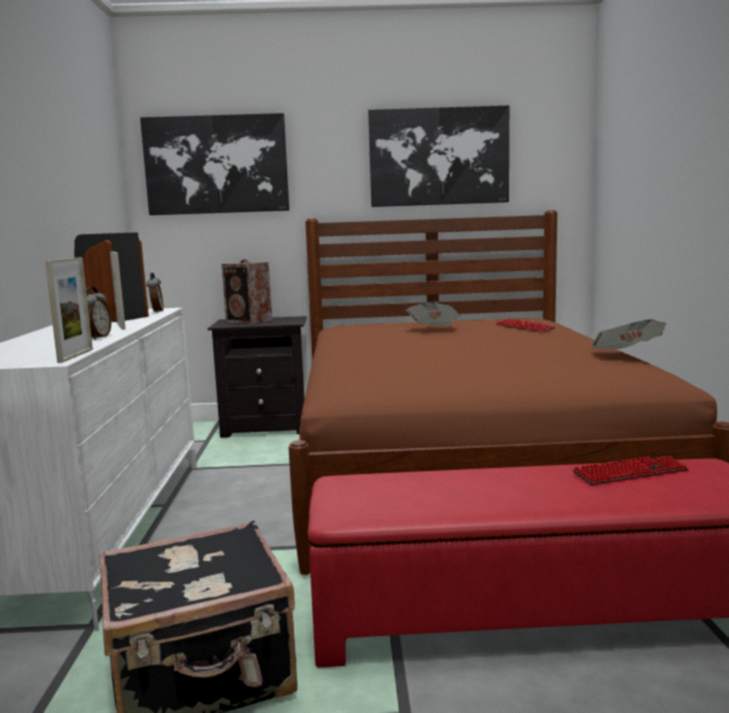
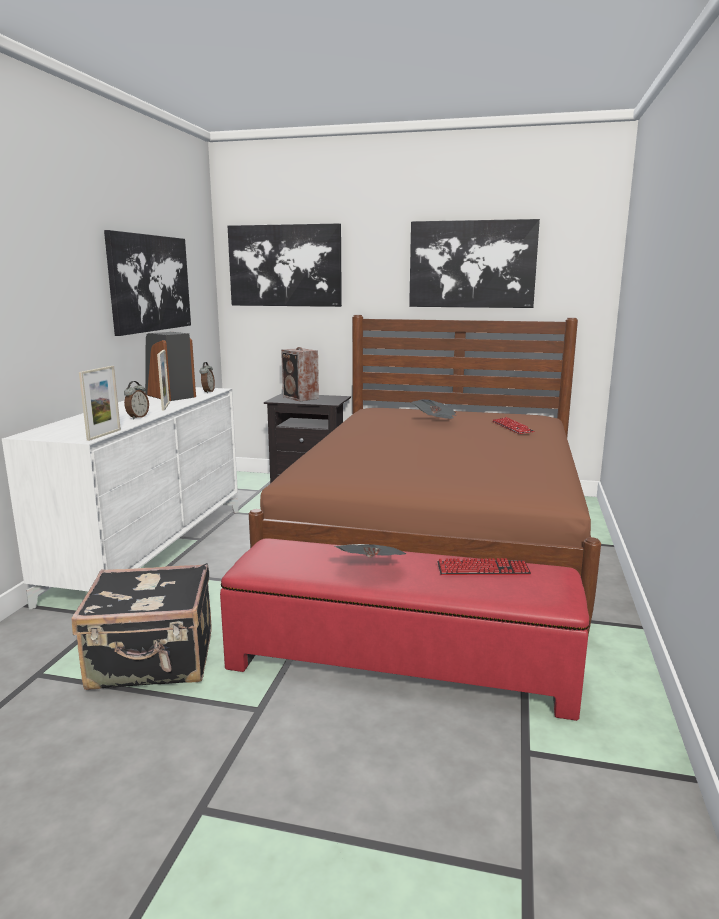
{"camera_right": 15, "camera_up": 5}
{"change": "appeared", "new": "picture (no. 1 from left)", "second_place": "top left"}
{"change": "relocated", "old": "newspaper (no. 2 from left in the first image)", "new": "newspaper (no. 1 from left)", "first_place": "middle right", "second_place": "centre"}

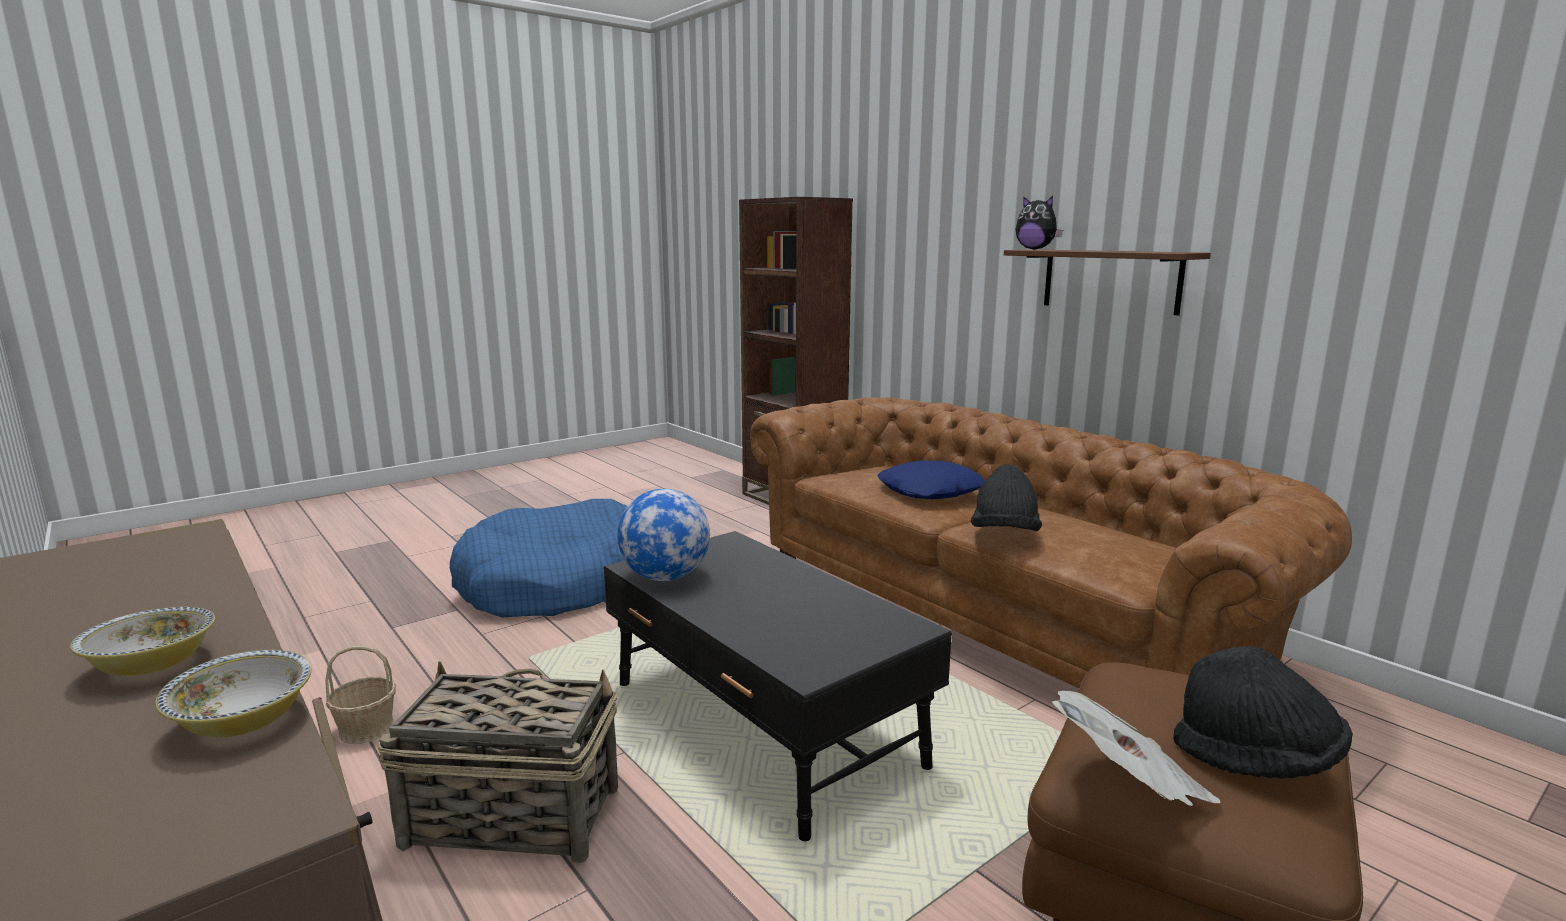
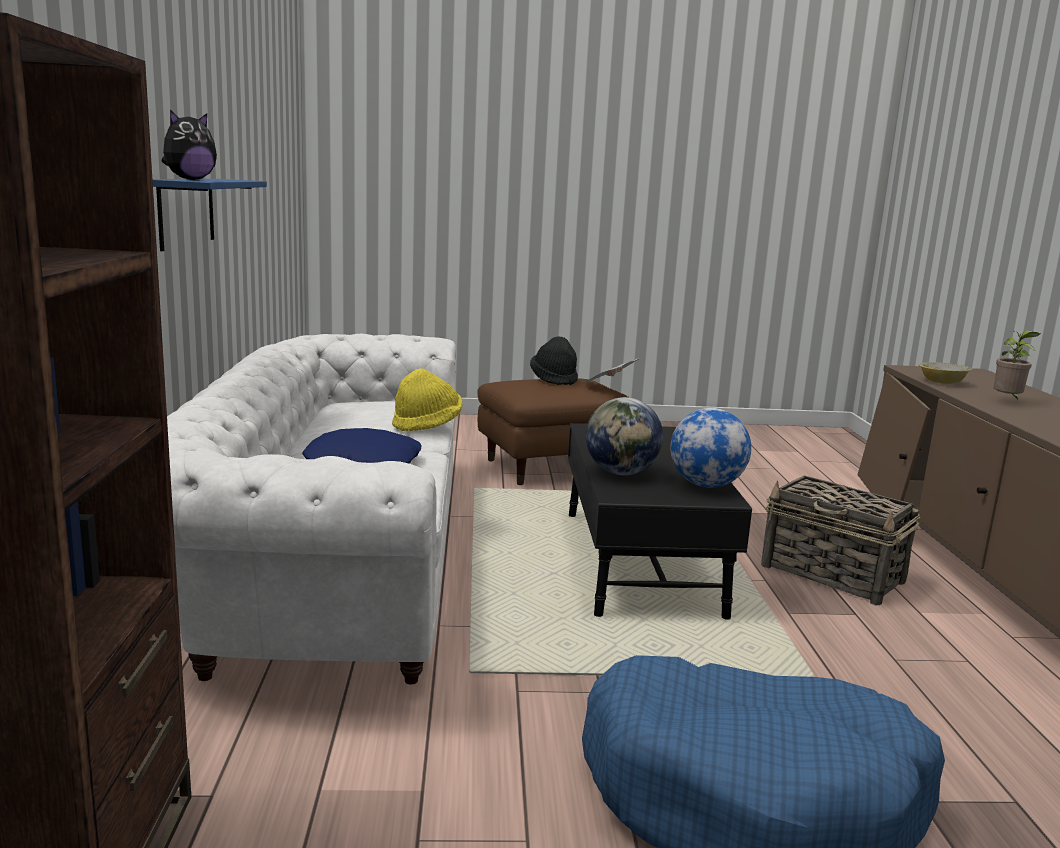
{"camera_right": -145, "camera_up": 0}
{"change": "colour", "old": "shelf/brown", "new": "shelf/blue", "first_place": "top right", "second_place": "top left"}
{"change": "spun", "old": "plush toy", "first_place": "top centre", "second_place": "top left", "degrees": 60}
{"change": "colour", "old": "sofa/brown", "new": "sofa/white", "first_place": "middle right", "second_place": "middle left"}
{"change": "colour", "old": "hat/black (no. 1 from left)", "new": "hat/yellow", "first_place": "centre", "second_place": "centre"}
{"change": "appeared", "new": "globe (no. 1 from left)", "second_place": "centre"}
{"change": "exchanged", "old": "bowl (no. 1 from left)", "new": "potted plant", "first_place": "bottom left", "second_place": "middle right"}
{"change": "missing", "old": "basket (no. 1 from left)", "first_place": "bottom left"}

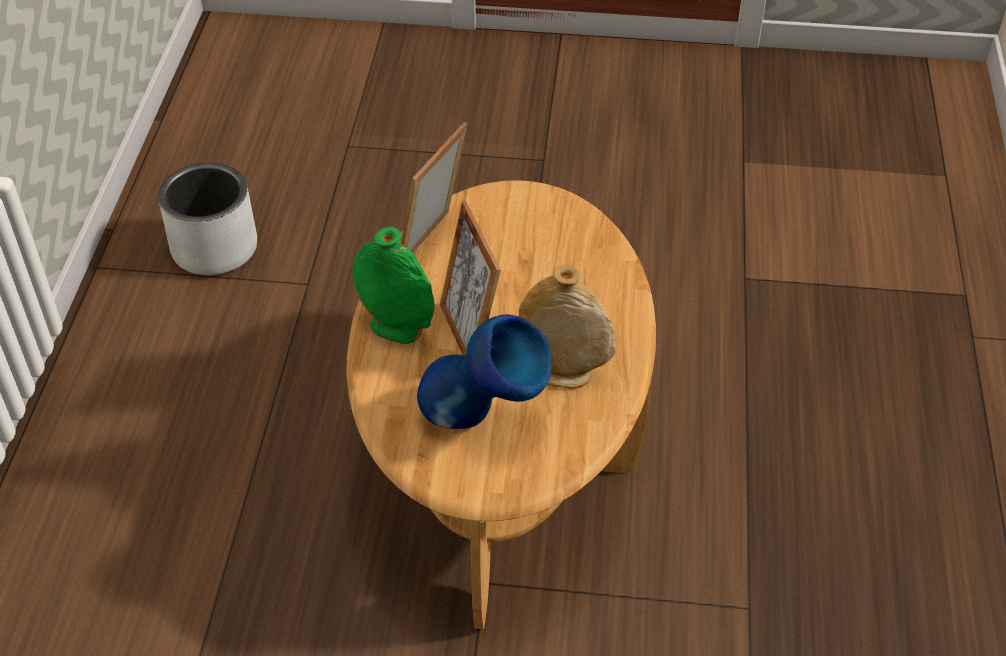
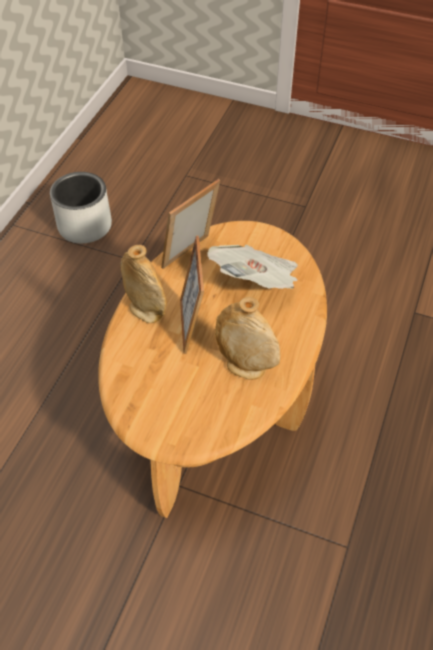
{"camera_right": 15, "camera_up": 5}
{"change": "colour", "old": "vase/green", "new": "vase/beige (no. 1 from left)", "first_place": "centre", "second_place": "middle left"}
{"change": "appeared", "new": "newspaper", "second_place": "centre"}
{"change": "missing", "old": "vase/blue", "first_place": "centre"}

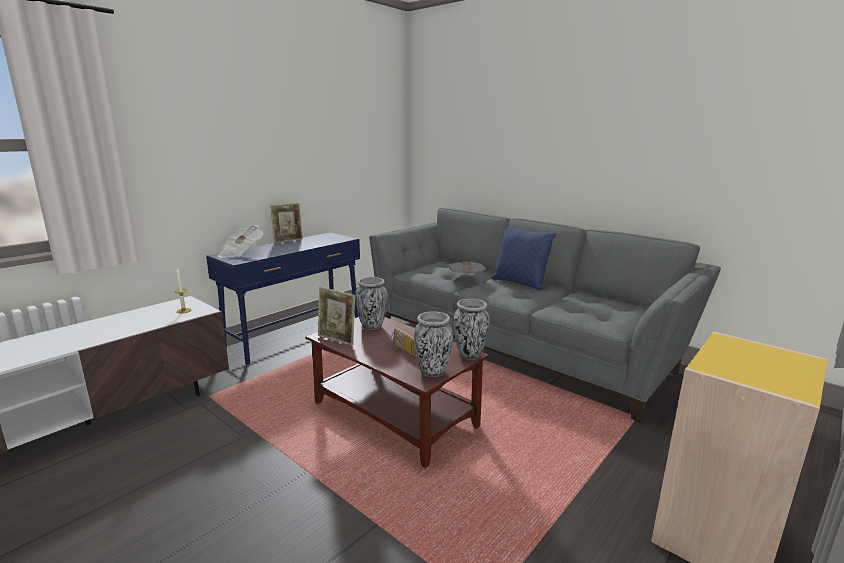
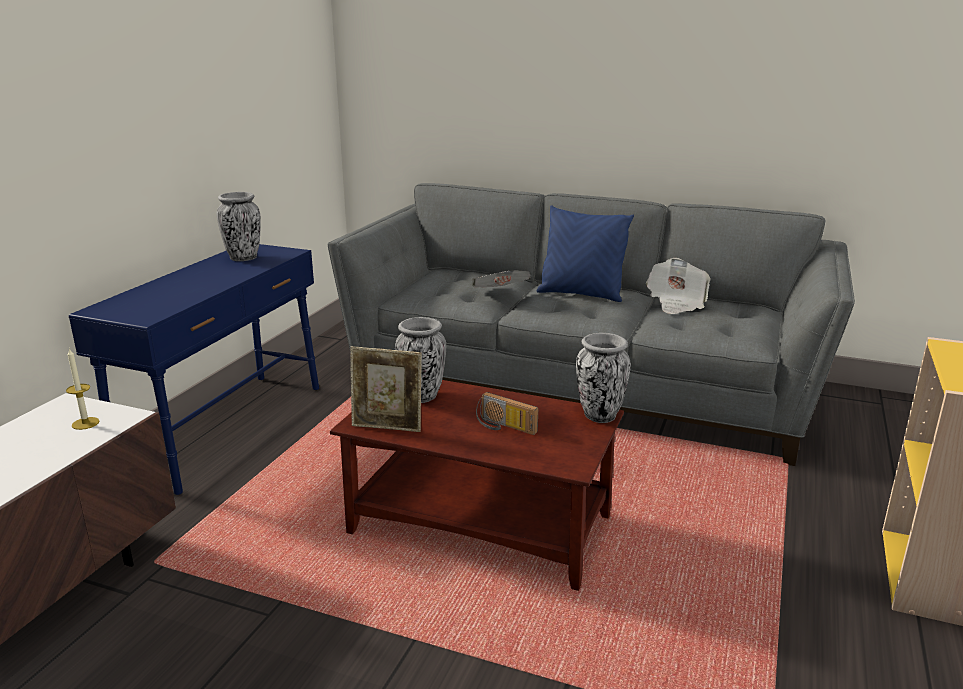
{"camera_right": -20, "camera_up": 5}
{"change": "relocated", "old": "vase (no. 2 from left in the first image)", "new": "vase (no. 1 from left)", "first_place": "centre", "second_place": "top left"}
{"change": "relocated", "old": "newspaper (no. 1 from left in the first image)", "new": "newspaper (no. 2 from left)", "first_place": "middle left", "second_place": "middle right"}
{"change": "missing", "old": "picture frame (no. 1 from left)", "first_place": "centre"}

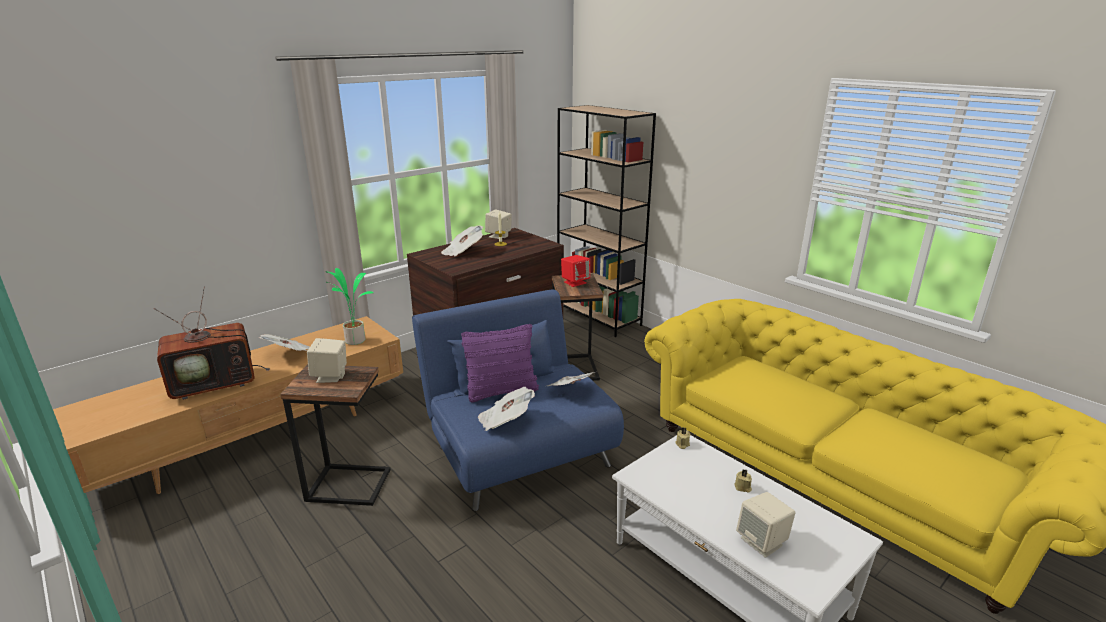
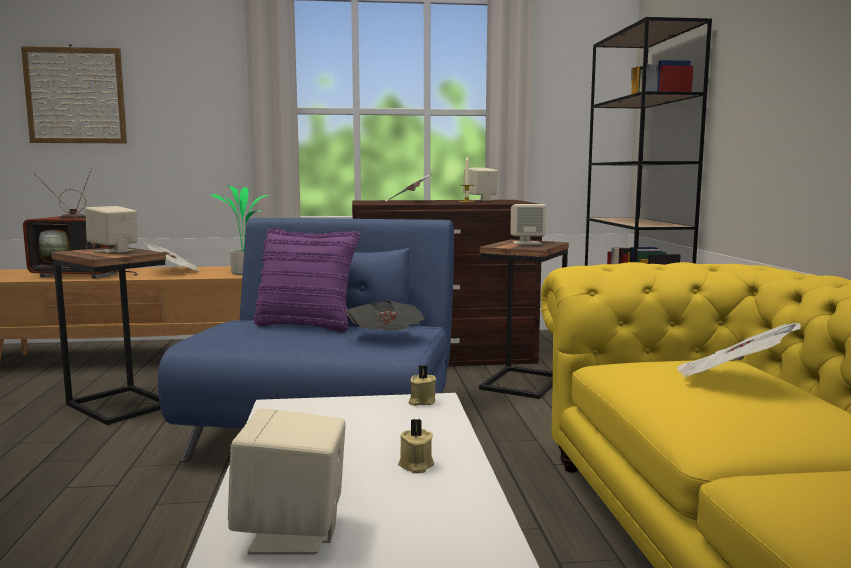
{"camera_right": 35, "camera_up": -15}
{"change": "appeared", "new": "picture", "second_place": "top left"}
{"change": "colour", "old": "speaker/red", "new": "speaker/beige (no. 4 from left)", "first_place": "centre", "second_place": "centre"}
{"change": "relocated", "old": "newspaper (no. 3 from left in the first image)", "new": "newspaper (no. 4 from left)", "first_place": "centre", "second_place": "middle right"}

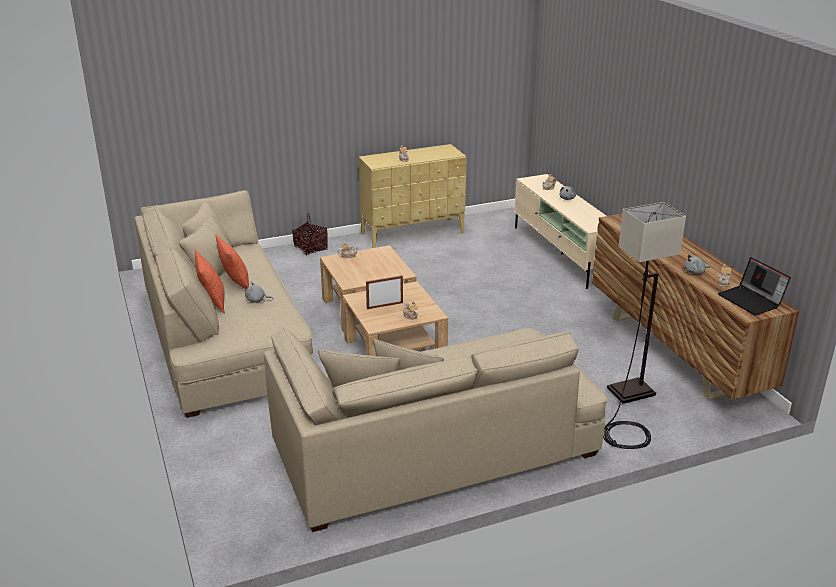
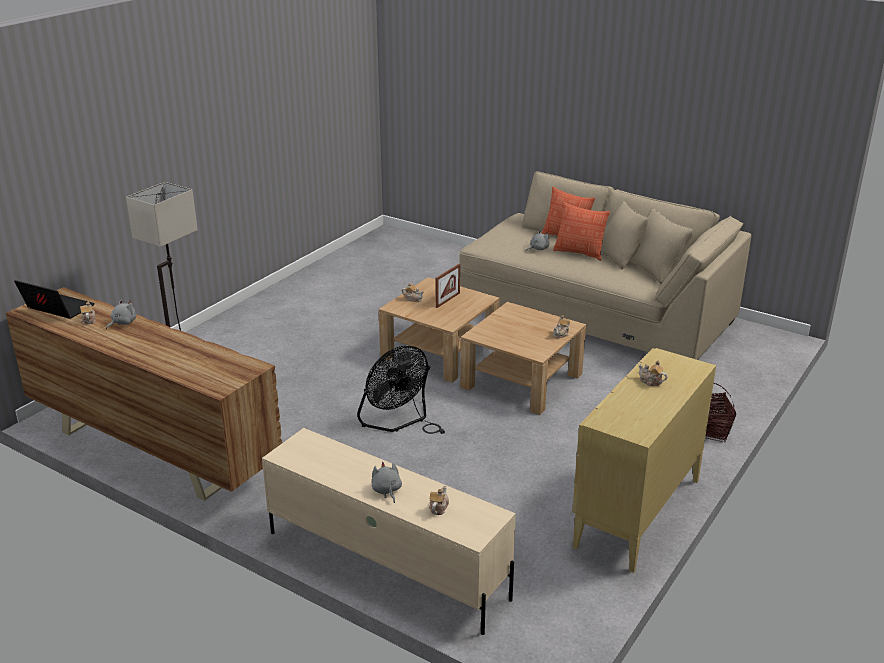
{"camera_right": 145, "camera_up": 0}
{"change": "appeared", "new": "fan/black", "second_place": "centre"}
{"change": "missing", "old": "sofa/beige (no. 2 from left)", "first_place": "bottom centre"}

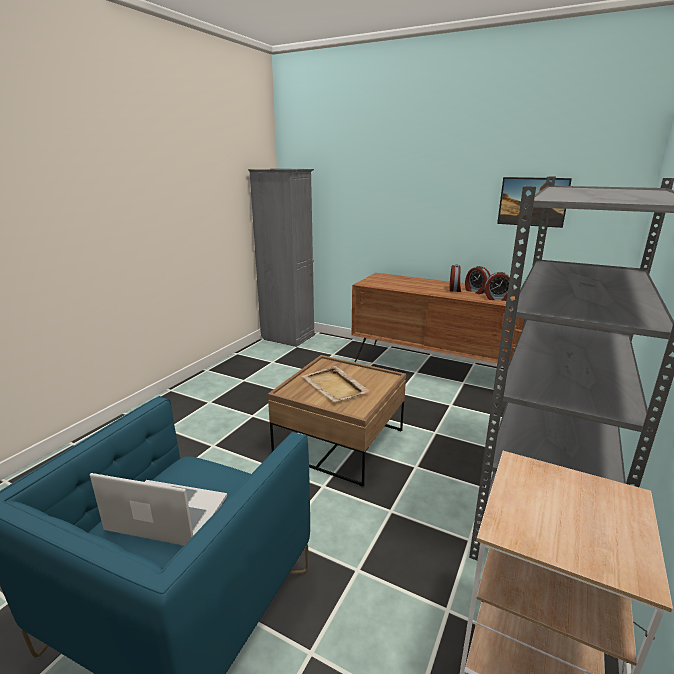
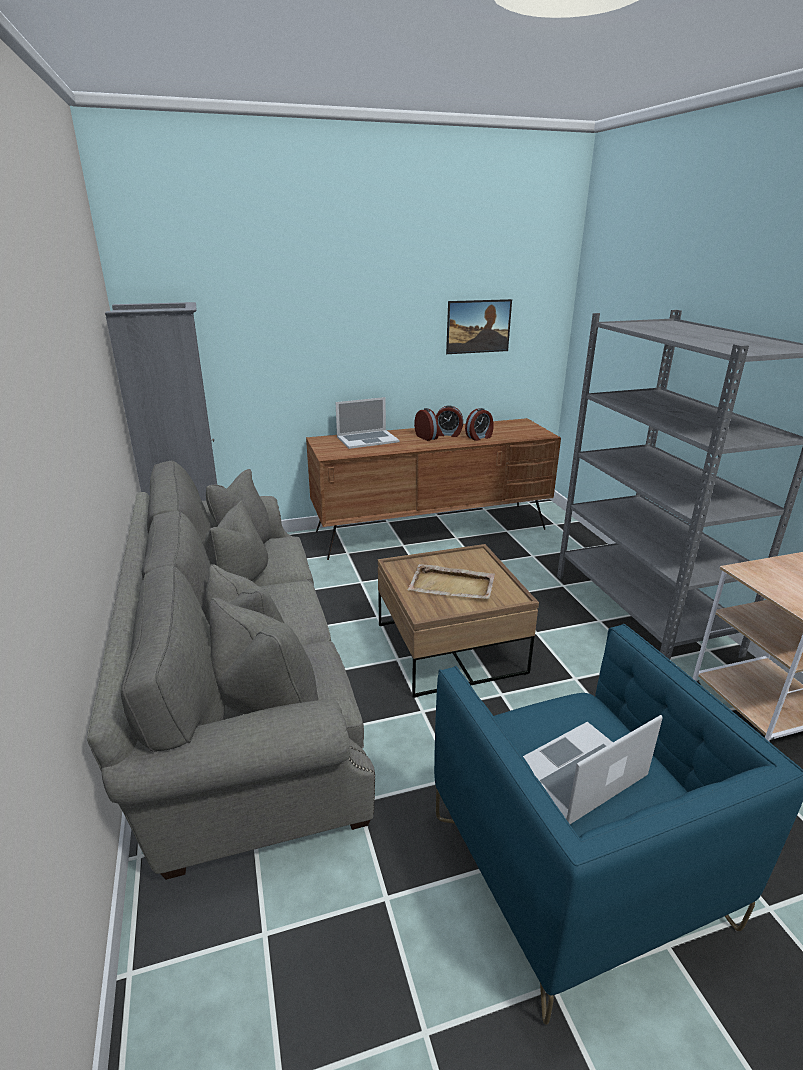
{"camera_right": -45, "camera_up": 5}
{"change": "appeared", "new": "sofa/grey", "second_place": "middle left"}
{"change": "appeared", "new": "laptop (no. 1 from left)", "second_place": "centre"}

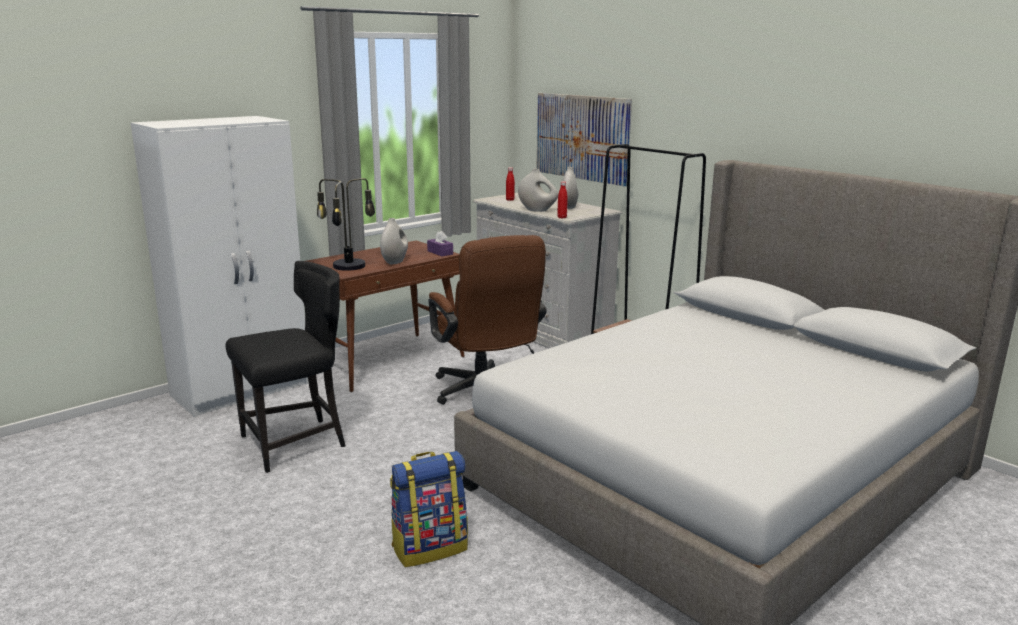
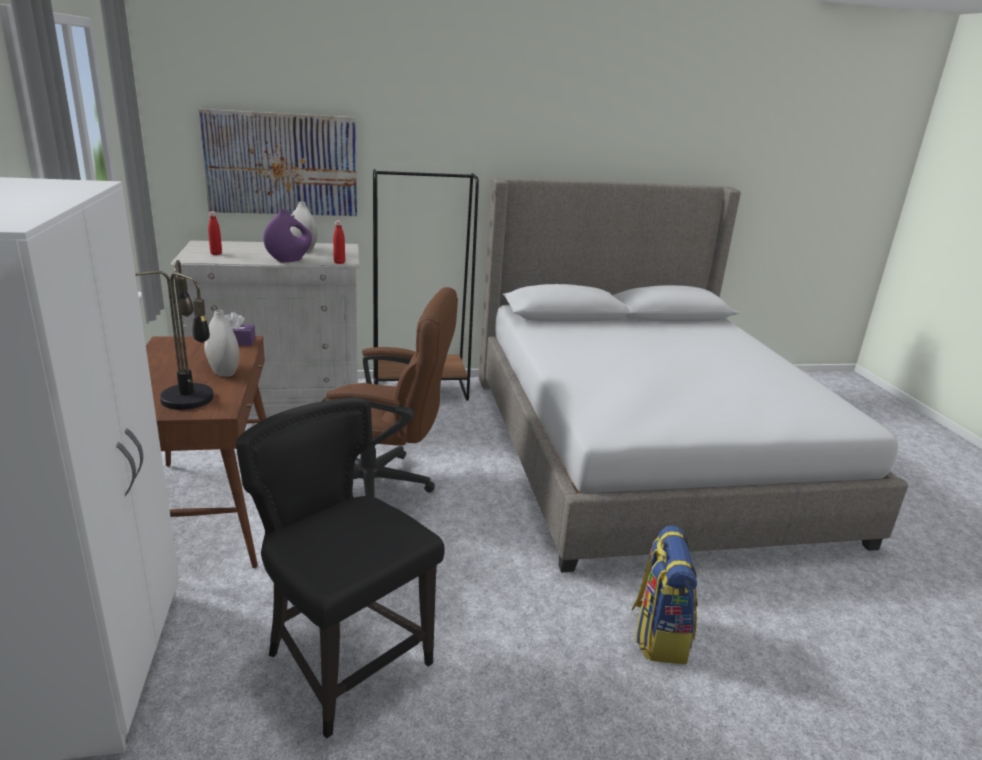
{"camera_right": -60, "camera_up": 5}
{"change": "spun", "old": "chair/black", "first_place": "middle left", "second_place": "bottom centre", "degrees": -45}
{"change": "colour", "old": "vase/white (no. 2 from left)", "new": "vase/purple", "first_place": "top centre", "second_place": "top left"}

